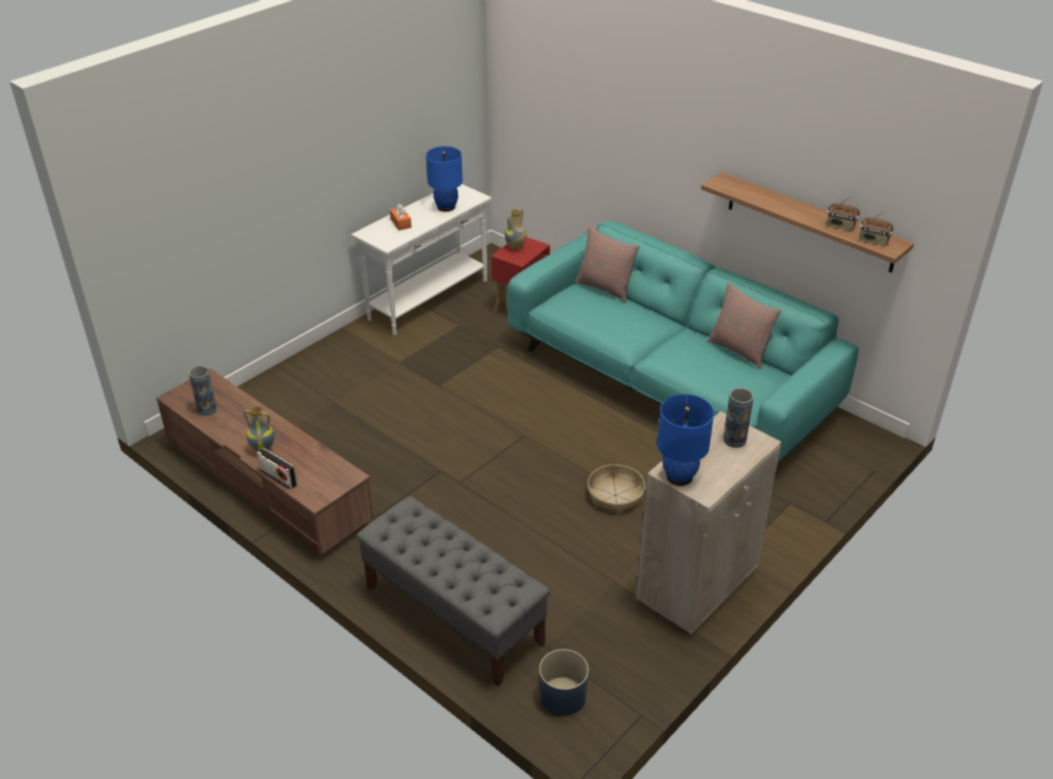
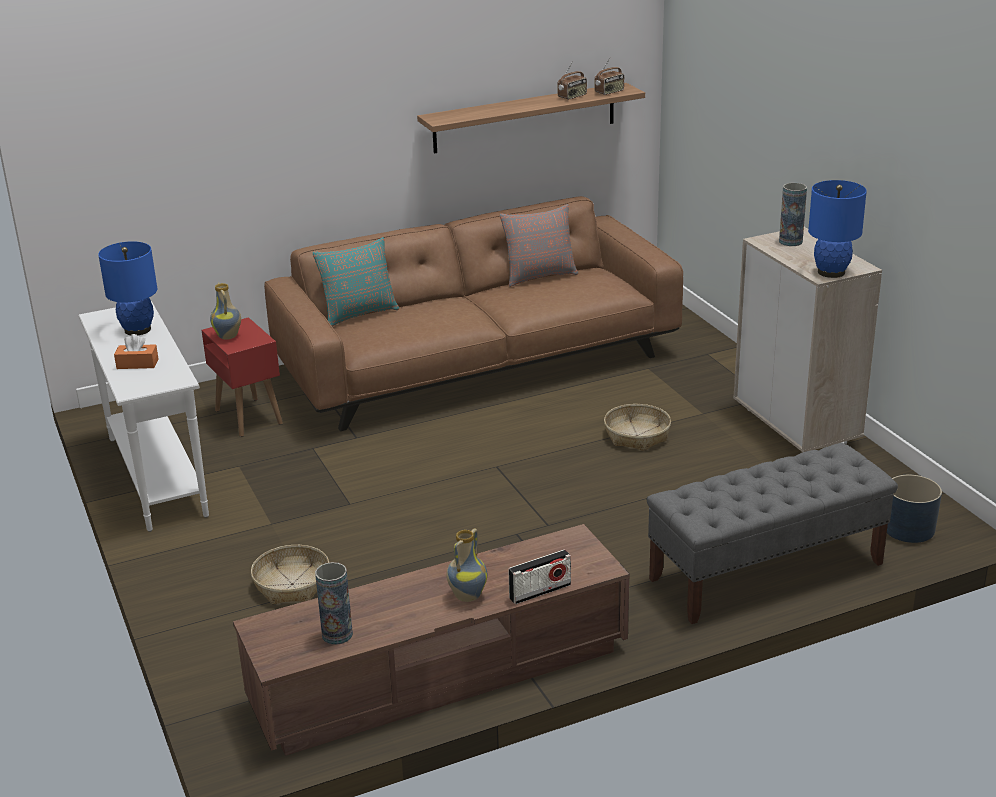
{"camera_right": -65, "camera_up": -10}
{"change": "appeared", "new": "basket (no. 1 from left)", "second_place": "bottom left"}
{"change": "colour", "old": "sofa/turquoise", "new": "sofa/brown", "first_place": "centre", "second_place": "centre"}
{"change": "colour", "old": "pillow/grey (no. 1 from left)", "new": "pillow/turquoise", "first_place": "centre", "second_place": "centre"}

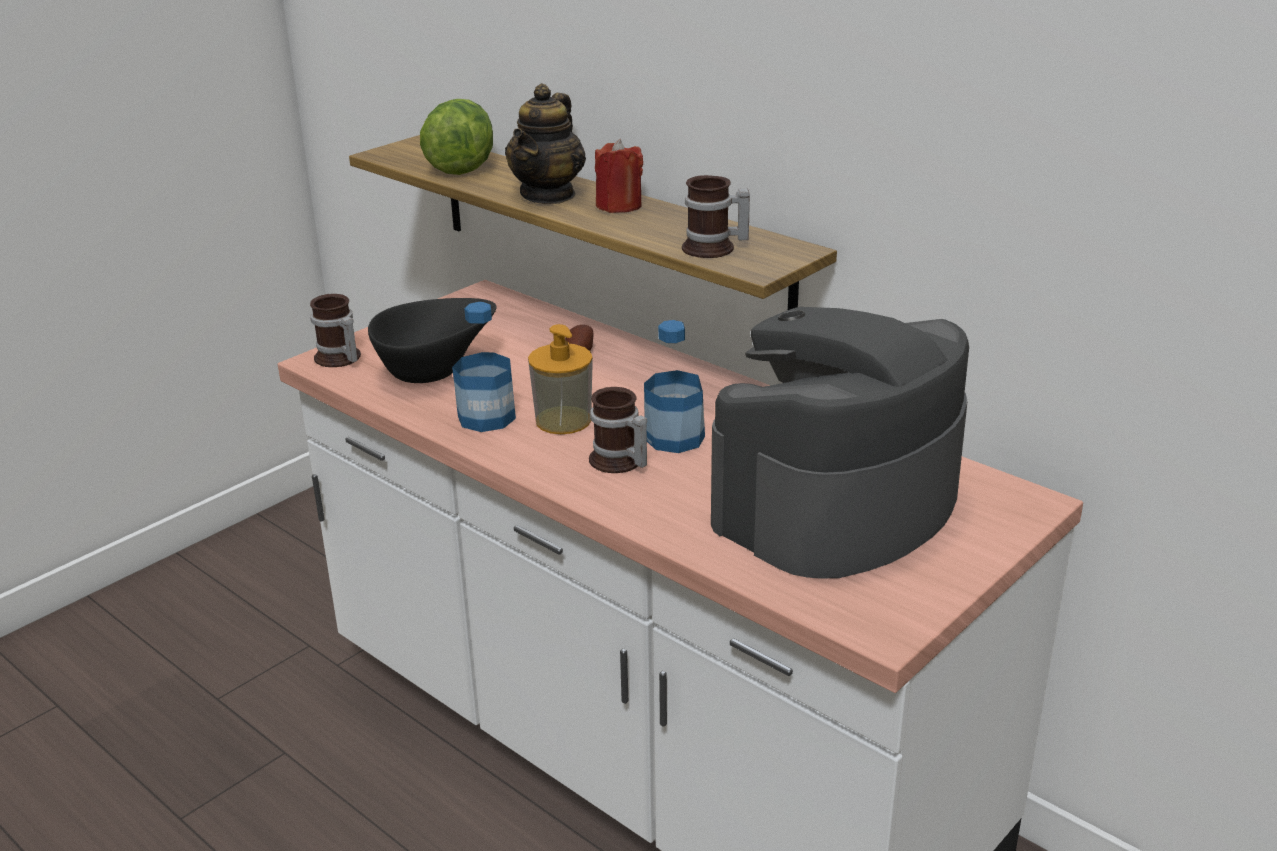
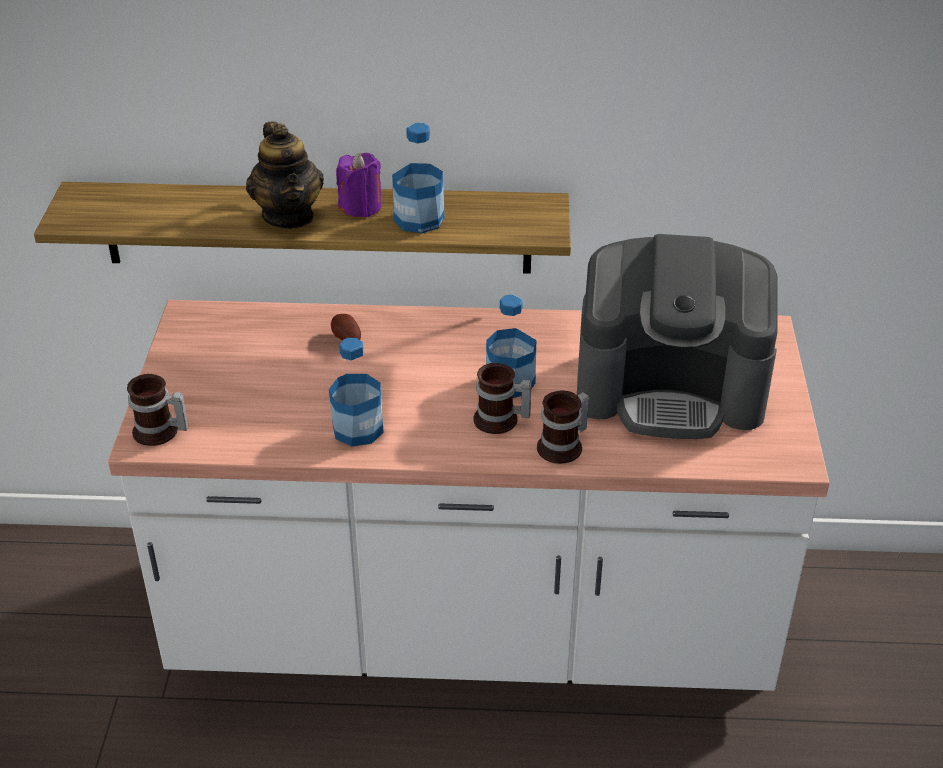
{"camera_right": -40, "camera_up": 10}
{"change": "colour", "old": "candle/red", "new": "candle/purple", "first_place": "top centre", "second_place": "top centre"}
{"change": "appeared", "new": "bottle (no. 2 from left)", "second_place": "top centre"}
{"change": "relocated", "old": "mug (no. 3 from left)", "first_place": "top centre", "second_place": "centre"}
{"change": "spun", "old": "coffee machine", "first_place": "centre", "second_place": "middle right", "degrees": -90}
{"change": "missing", "old": "bowl/black", "first_place": "centre"}
{"change": "missing", "old": "lettuce", "first_place": "top centre"}
{"change": "missing", "old": "soap dispenser", "first_place": "centre"}

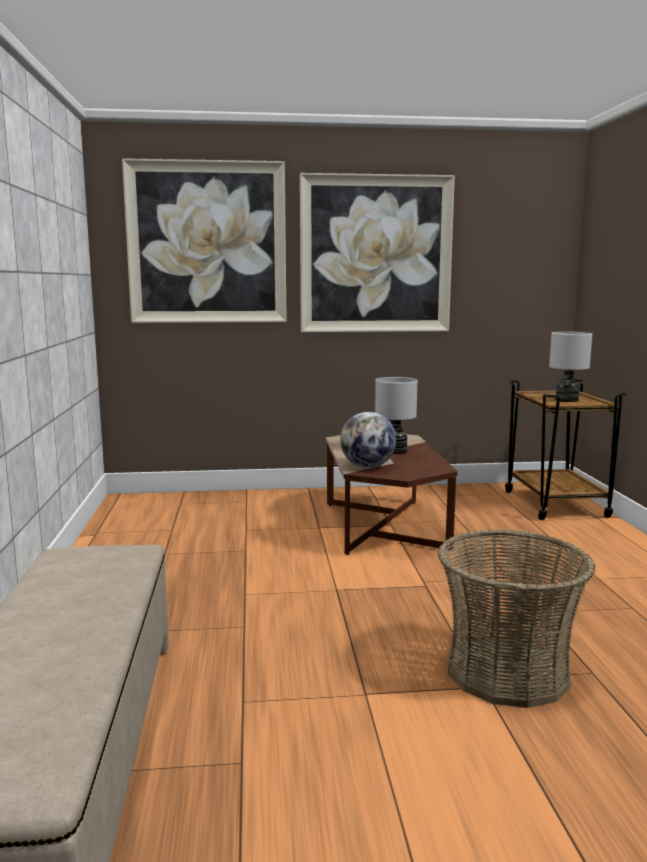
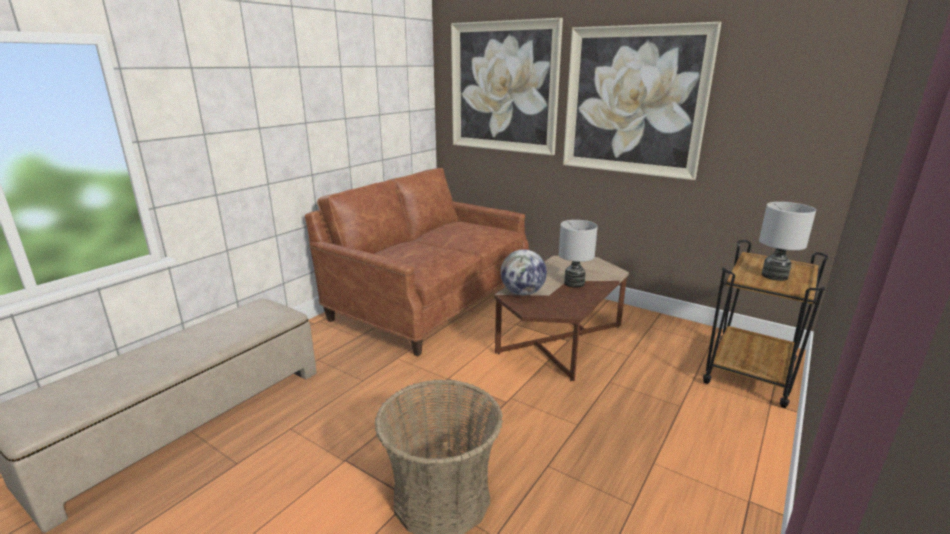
{"camera_right": 40, "camera_up": 10}
{"change": "appeared", "new": "sofa/brown", "second_place": "centre"}

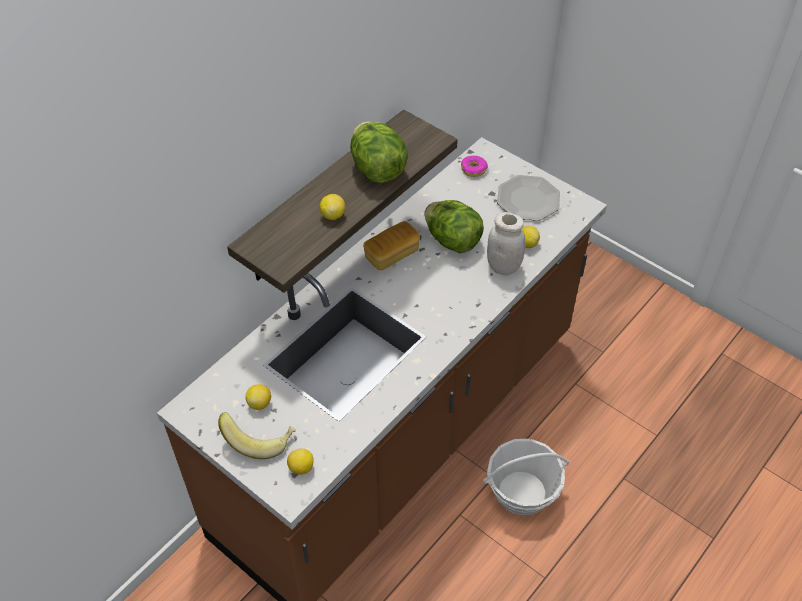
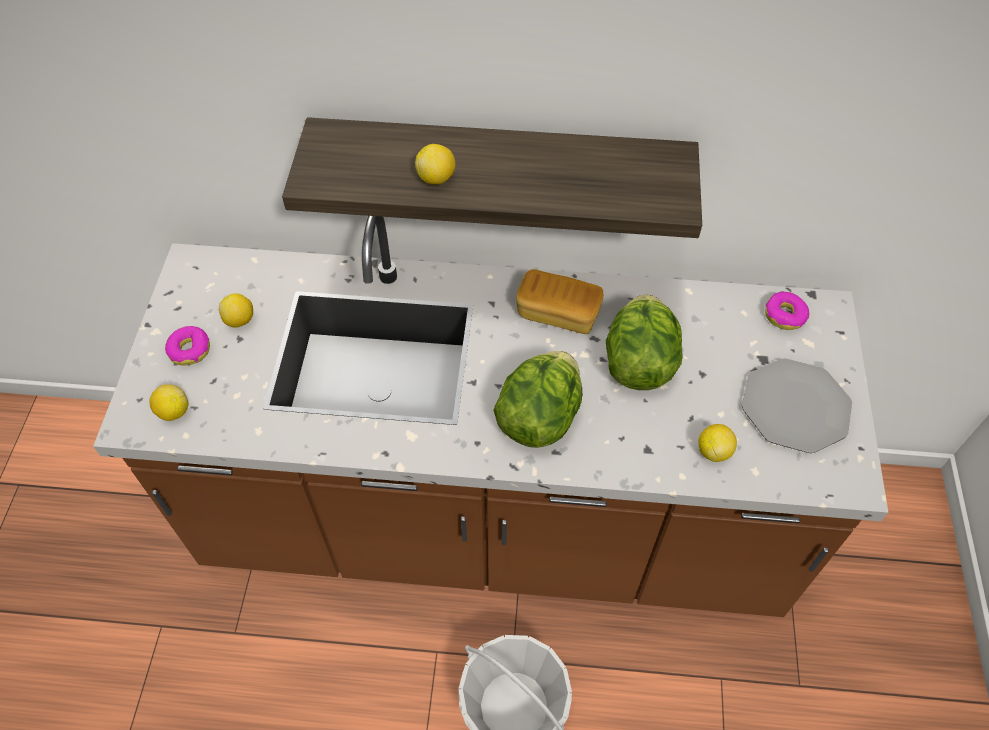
{"camera_right": 55, "camera_up": 5}
{"change": "exchanged", "old": "banana", "new": "donut (no. 1 from left)", "first_place": "bottom left", "second_place": "middle left"}
{"change": "relocated", "old": "lettuce (no. 1 from left)", "first_place": "top centre", "second_place": "centre"}
{"change": "missing", "old": "jar/white", "first_place": "centre"}

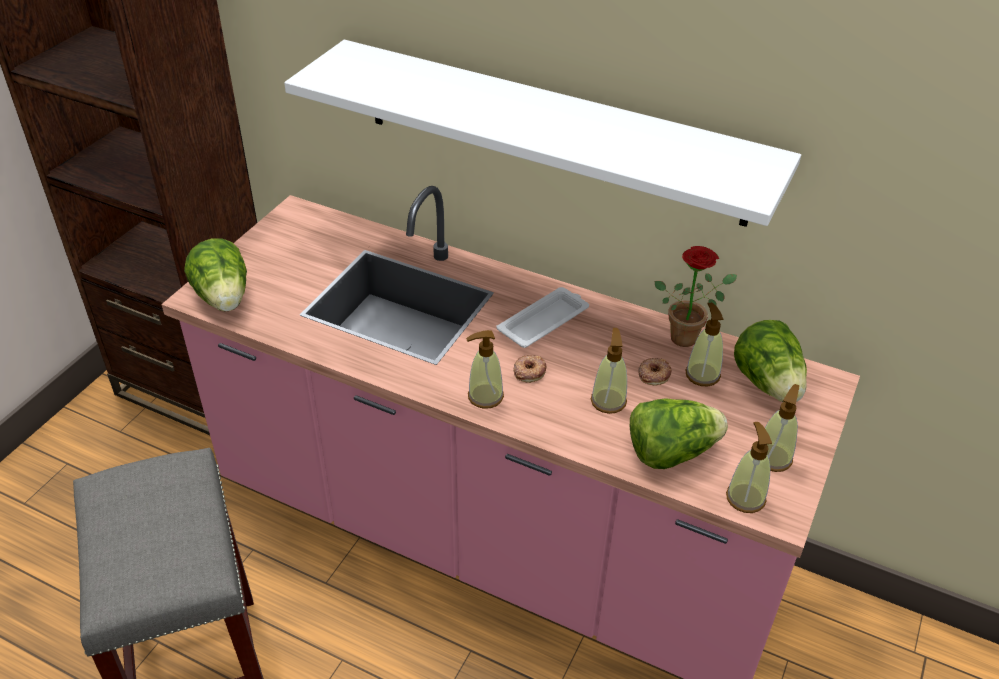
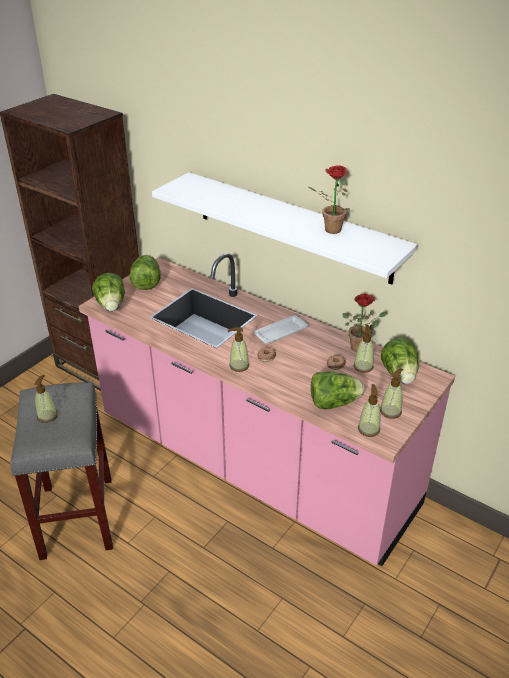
{"camera_right": 10, "camera_up": -5}
{"change": "relocated", "old": "soap dispenser (no. 2 from left in the first image)", "new": "soap dispenser (no. 1 from left)", "first_place": "centre", "second_place": "middle left"}
{"change": "appeared", "new": "lettuce (no. 2 from left)", "second_place": "middle left"}
{"change": "appeared", "new": "potted plant (no. 1 from left)", "second_place": "top centre"}

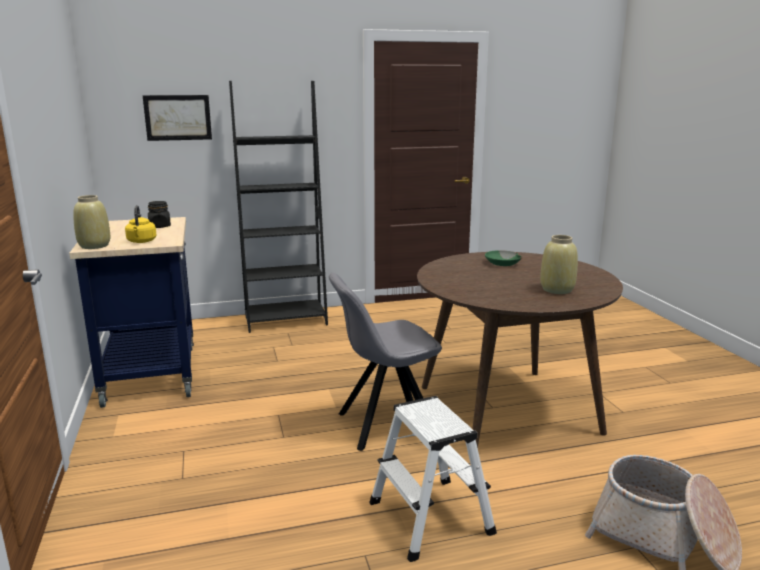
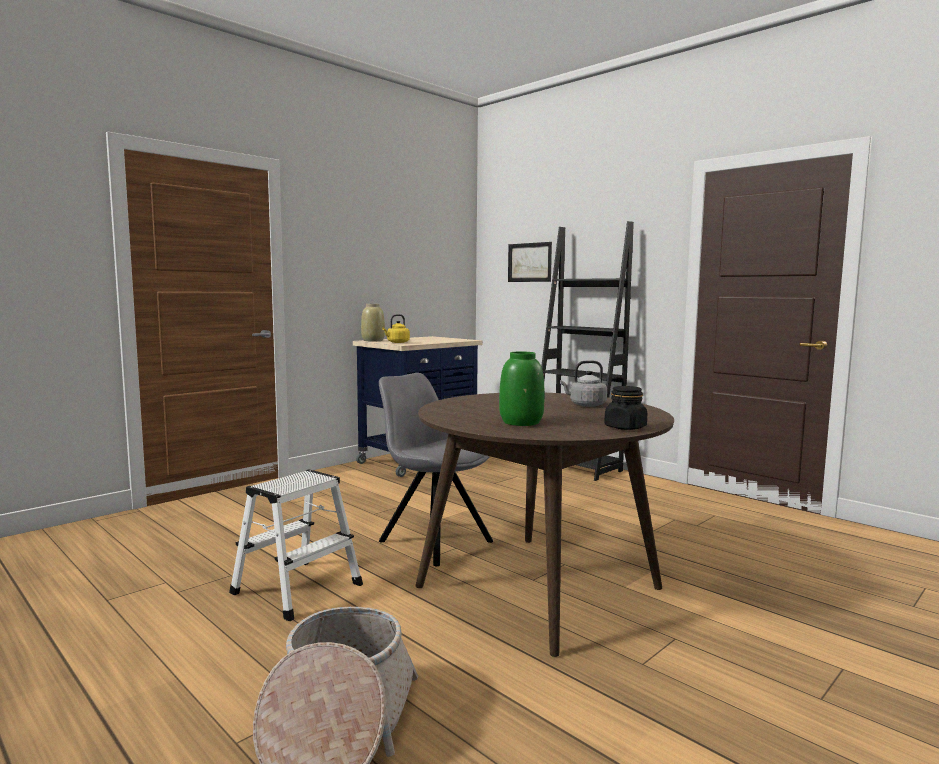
{"camera_right": 60, "camera_up": -10}
{"change": "colour", "old": "vase/beige (no. 2 from left)", "new": "vase/green", "first_place": "middle right", "second_place": "centre"}
{"change": "exchanged", "old": "bowl/green", "new": "kettle/grey", "first_place": "centre", "second_place": "centre"}
{"change": "relocated", "old": "jar/black", "first_place": "middle left", "second_place": "centre"}

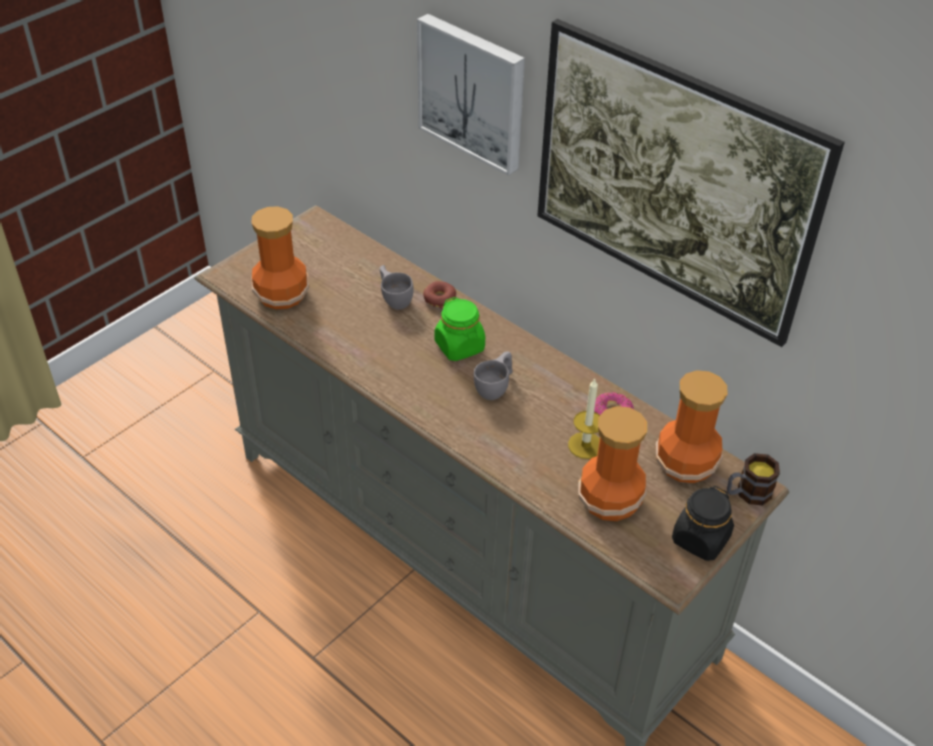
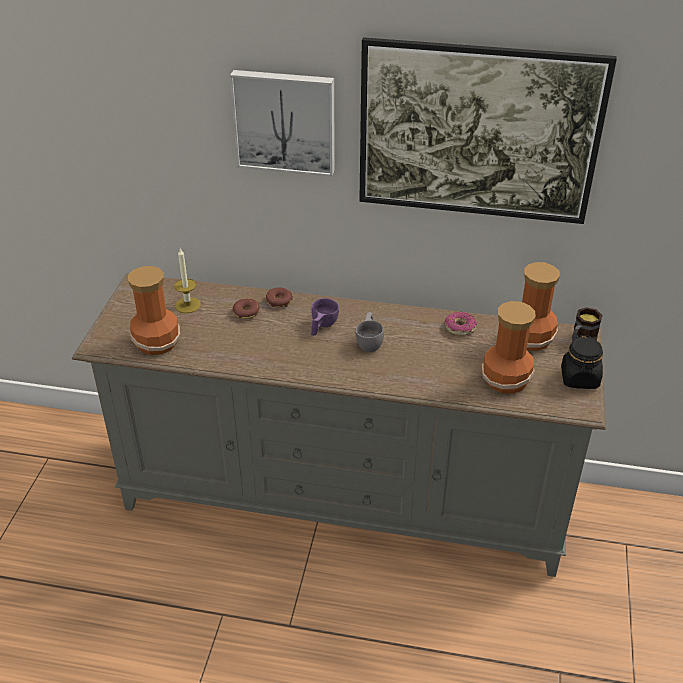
{"camera_right": -30, "camera_up": -5}
{"change": "relocated", "old": "candle", "first_place": "centre", "second_place": "middle left"}
{"change": "exchanged", "old": "cup/grey (no. 1 from left)", "new": "donut (no. 1 from left)", "first_place": "centre", "second_place": "centre"}
{"change": "exchanged", "old": "jar/green", "new": "cup/purple", "first_place": "centre", "second_place": "centre"}

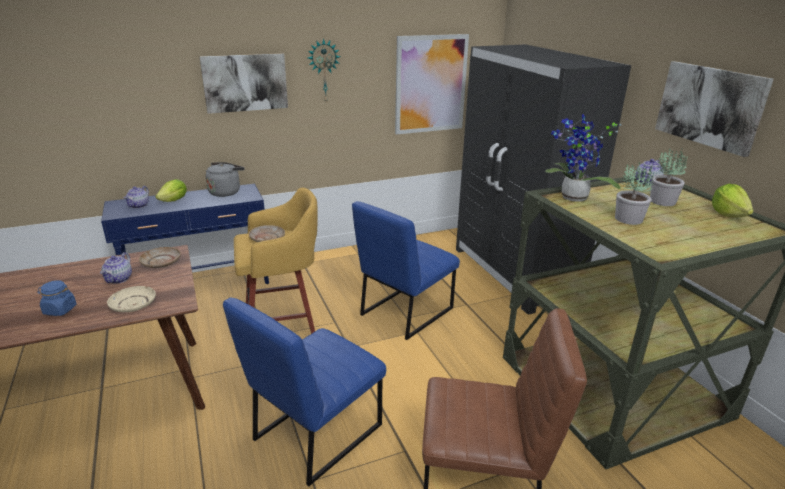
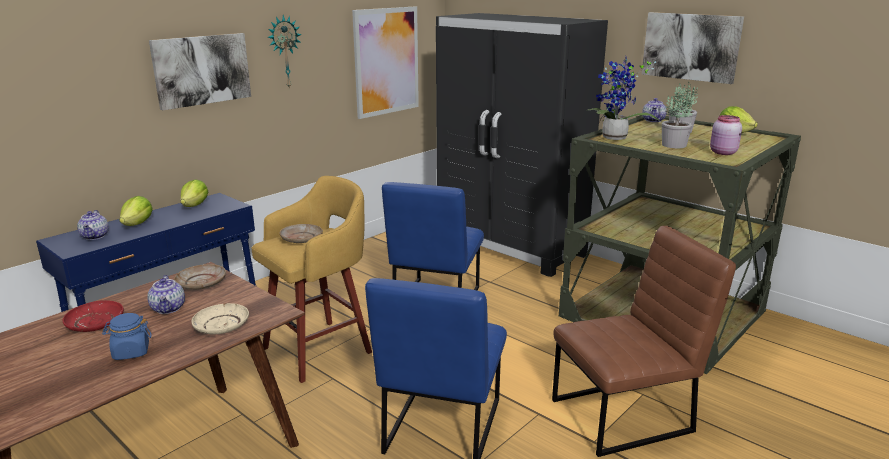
{"camera_right": -25, "camera_up": -5}
{"change": "appeared", "new": "plate/red", "second_place": "bottom left"}
{"change": "exchanged", "old": "kettle/grey", "new": "lettuce (no. 2 from left)", "first_place": "middle left", "second_place": "middle left"}
{"change": "appeared", "new": "jar/pink", "second_place": "top right"}

